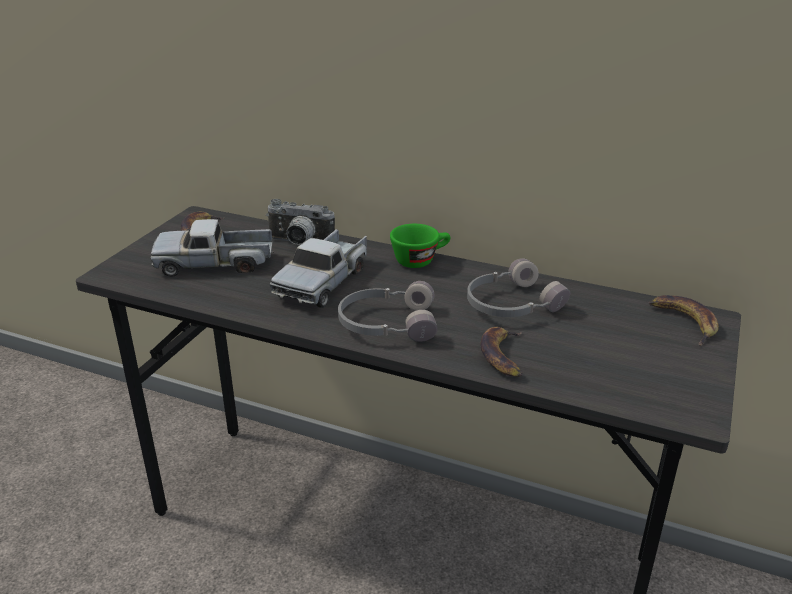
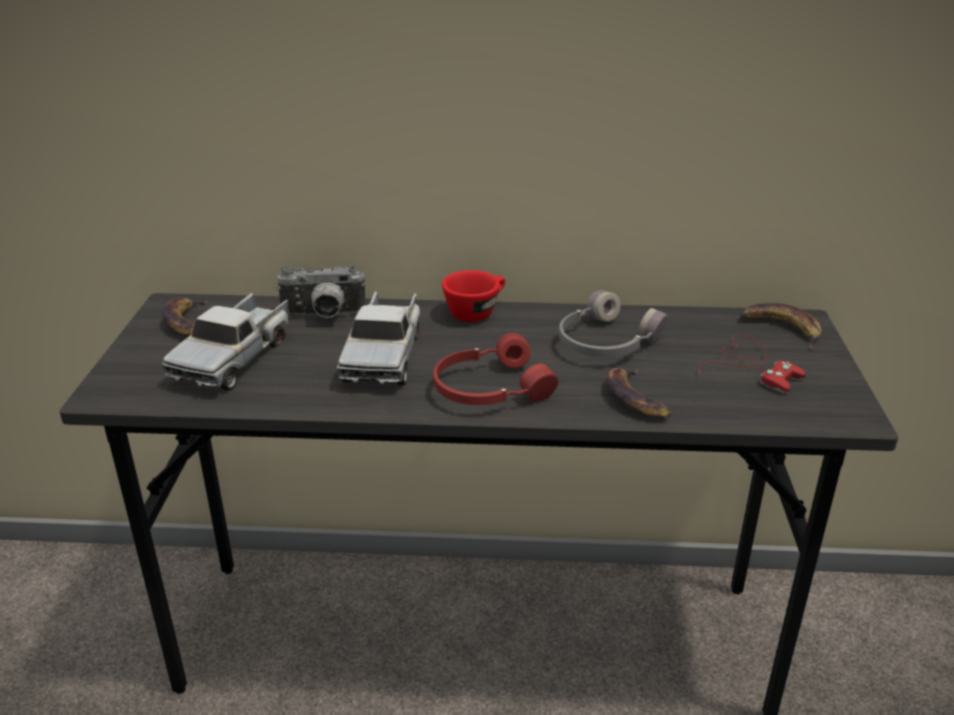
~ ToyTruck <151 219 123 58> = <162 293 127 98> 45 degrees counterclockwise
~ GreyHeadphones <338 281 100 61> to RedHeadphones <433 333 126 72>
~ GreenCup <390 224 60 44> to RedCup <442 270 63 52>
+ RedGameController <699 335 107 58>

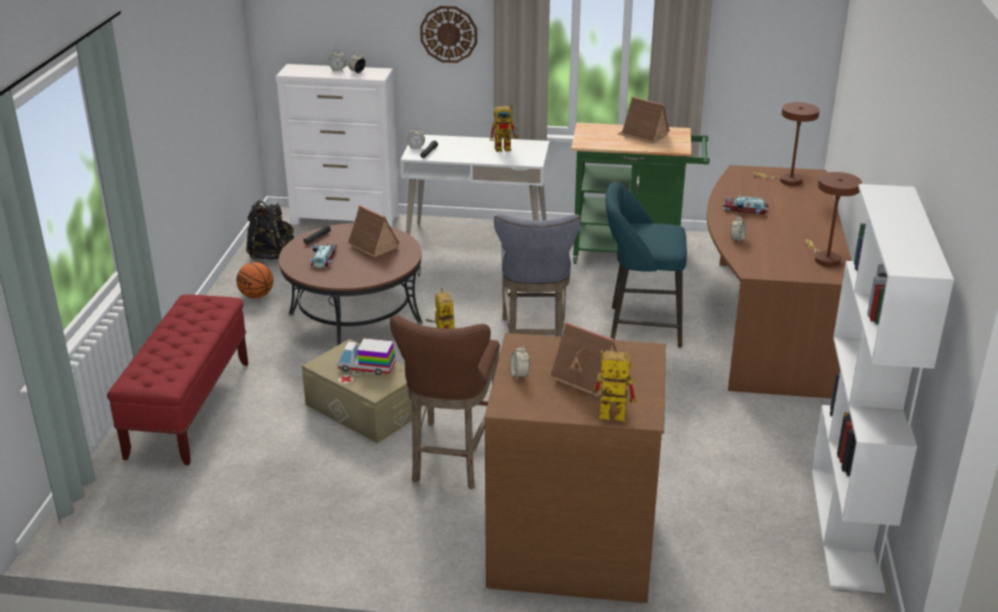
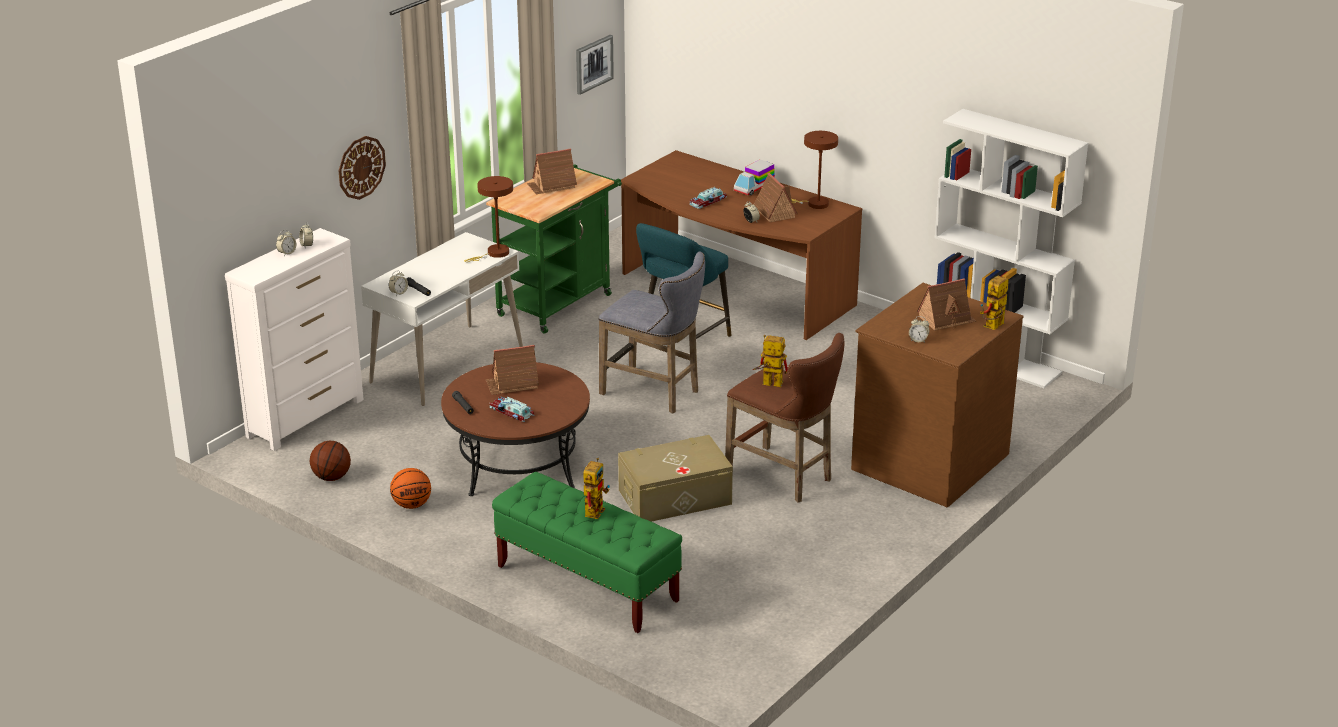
~ BlackBackpack <246 200 48 60> to Basketball <310 441 41 40>
~ BrownTableLamp <753 102 67 84> to <464 176 49 86>
~ RedBench <107 294 141 171> to GreenBench <492 472 190 161>
+ Picture <576 35 38 60>
~ ToyRobot <490 105 28 47> to <583 458 27 61>
~ ToyTruck <338 338 58 37> to <734 159 41 37>
+ ToyHouse <753 173 45 49>

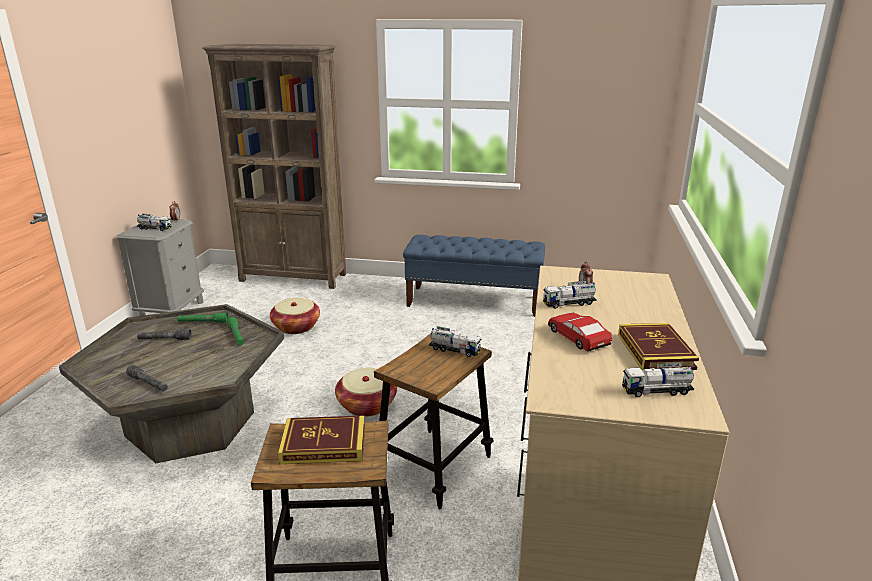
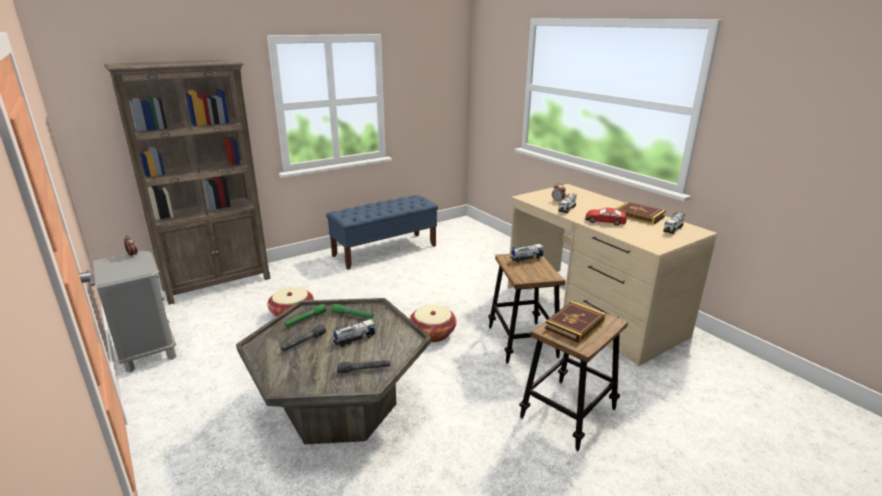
~ ToyTruck <137 214 35 17> to <333 319 42 28>

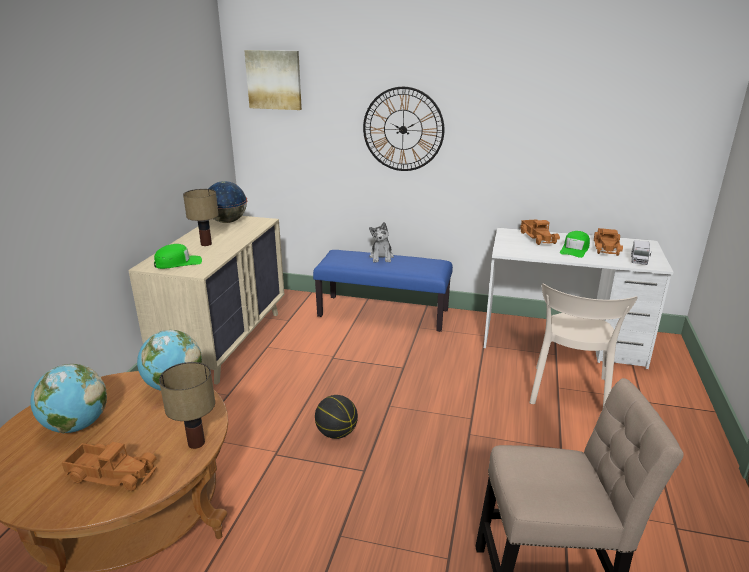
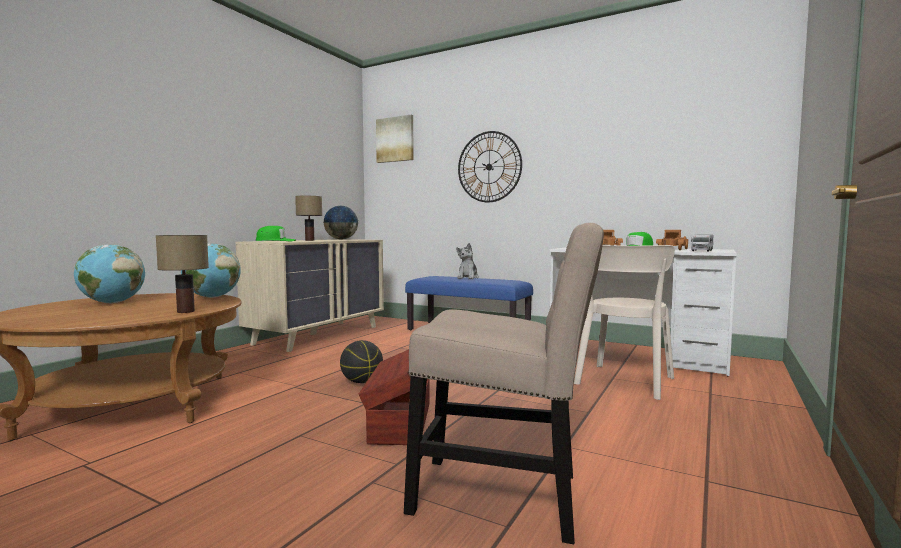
+ BrownStorageBox <359 349 71 96>
- ToyTruck <62 442 95 49>

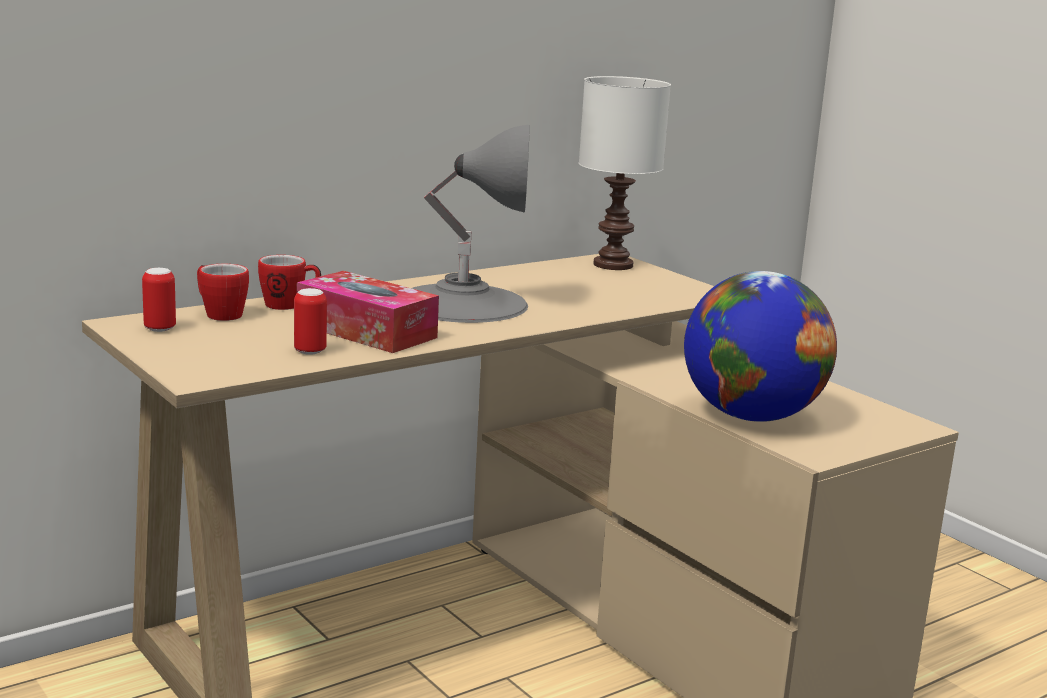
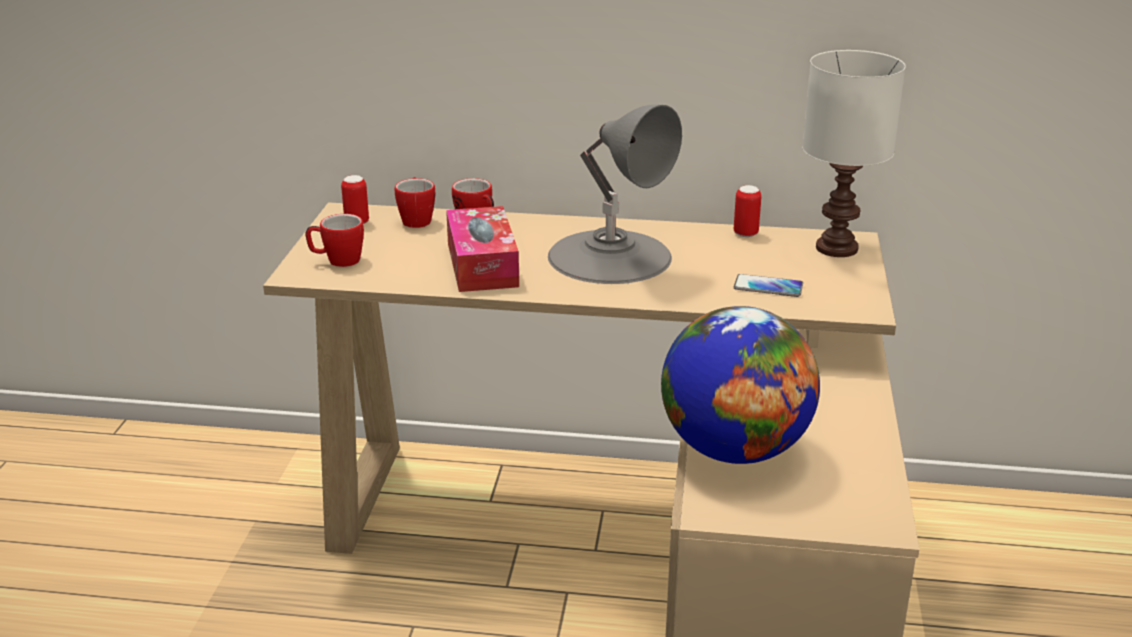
+ Mug <305 214 59 53>
~ Can <294 288 33 67> to <734 185 28 52>
+ Phone <734 274 69 23>

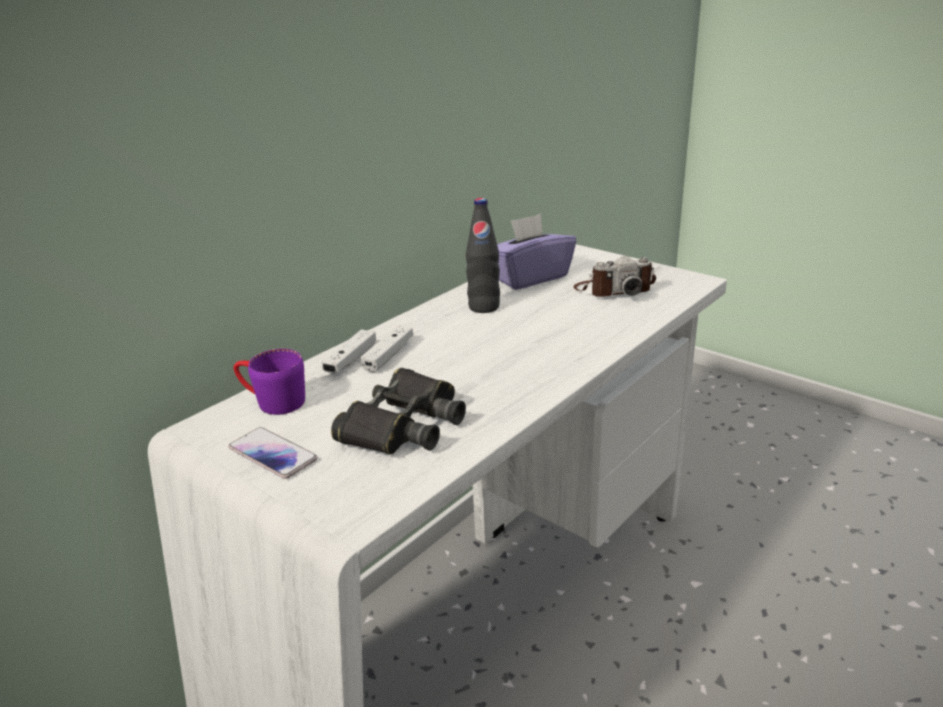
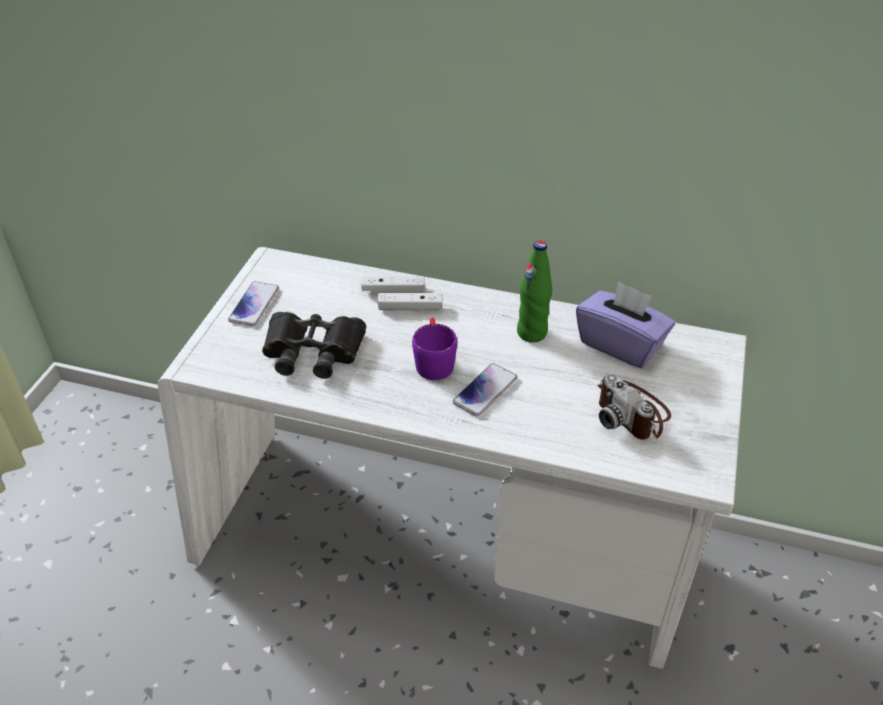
~ PurpleMug <234 349 71 66> to <412 318 45 62>
+ Phone <452 363 66 54>
~ BlackBottle <466 198 34 115> to GreenBottle <517 241 35 102>

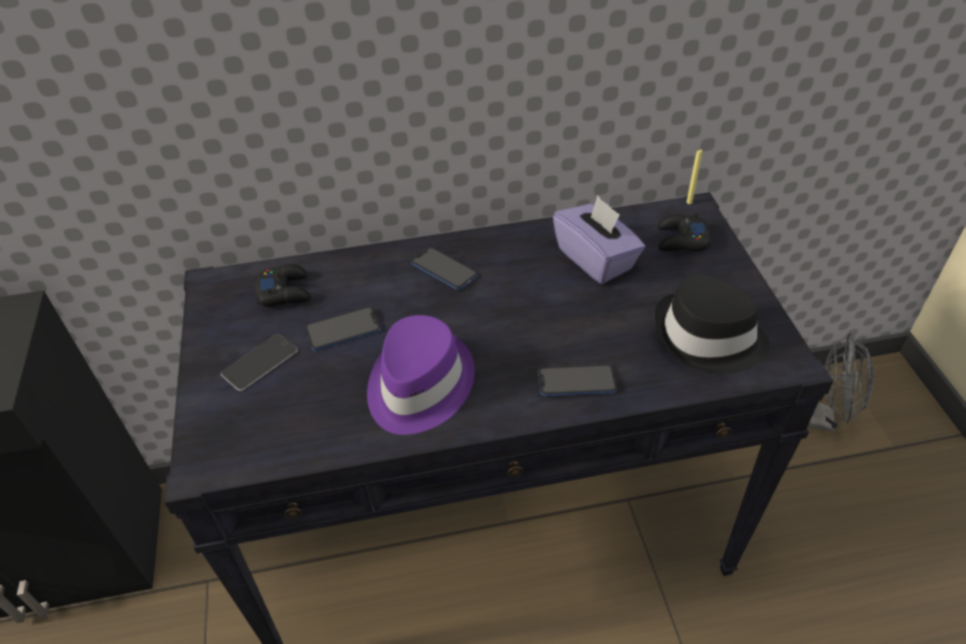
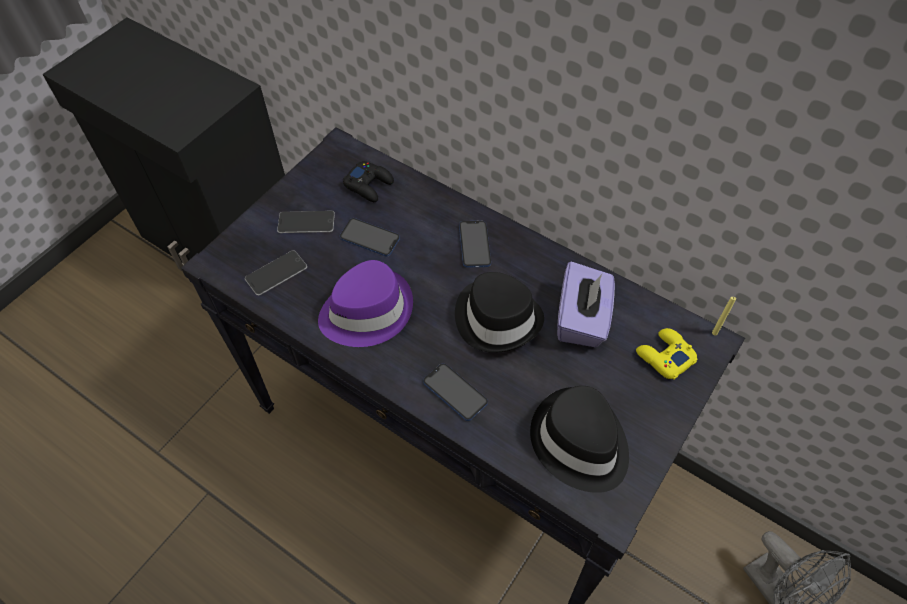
+ Phone <245 250 62 46>
+ BlackHat <455 272 89 81>
~ BlackGameController <657 213 54 38> to YellowGameController <636 328 62 52>

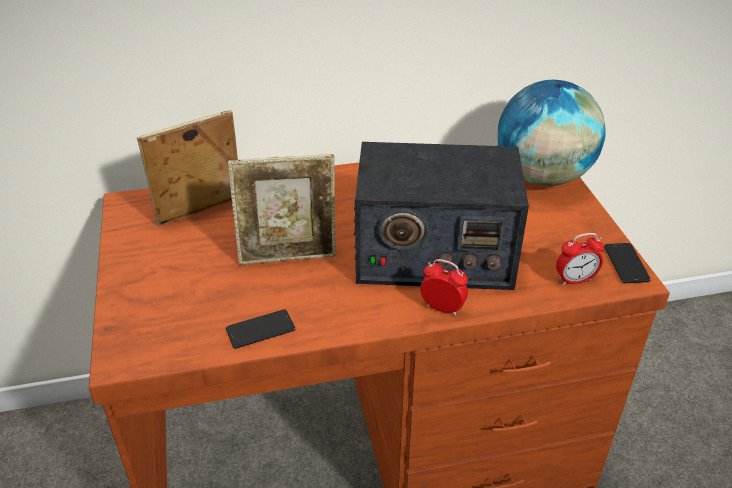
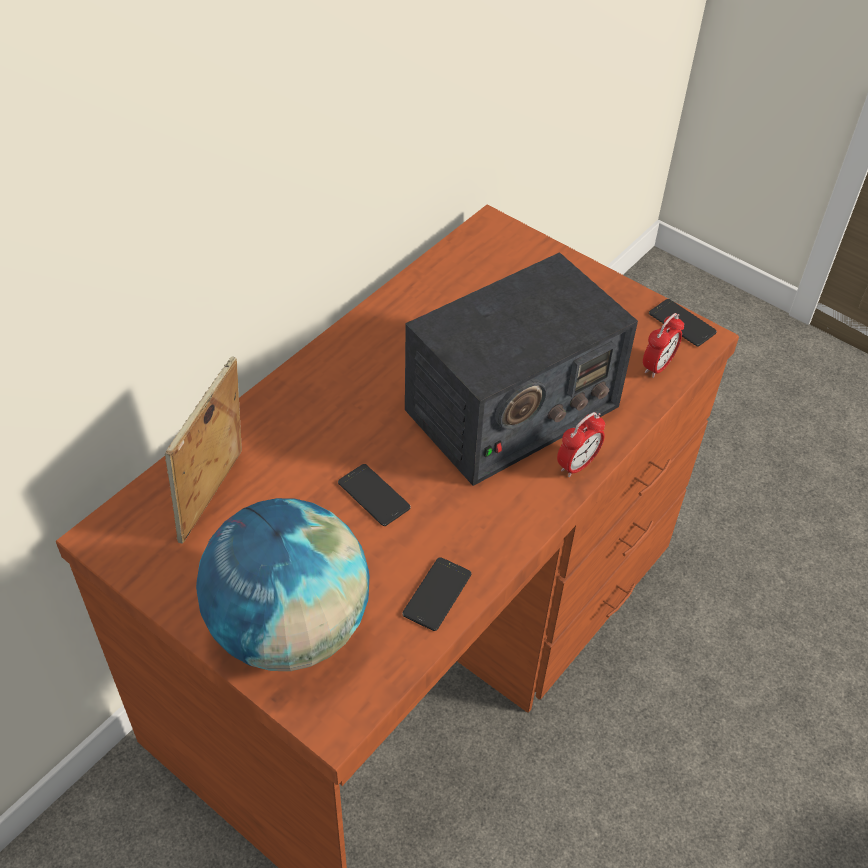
~ Globe <498 80 108 106> to <196 498 173 173>
~ PictureFrame <228 154 108 111> to Phone <338 464 73 62>
~ AlarmClock <421 259 47 57> = <557 412 48 65> 150 degrees clockwise

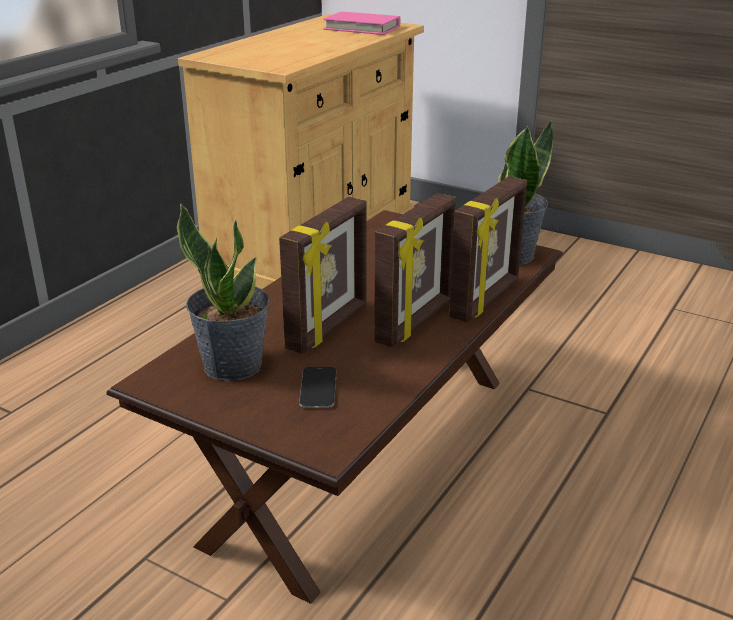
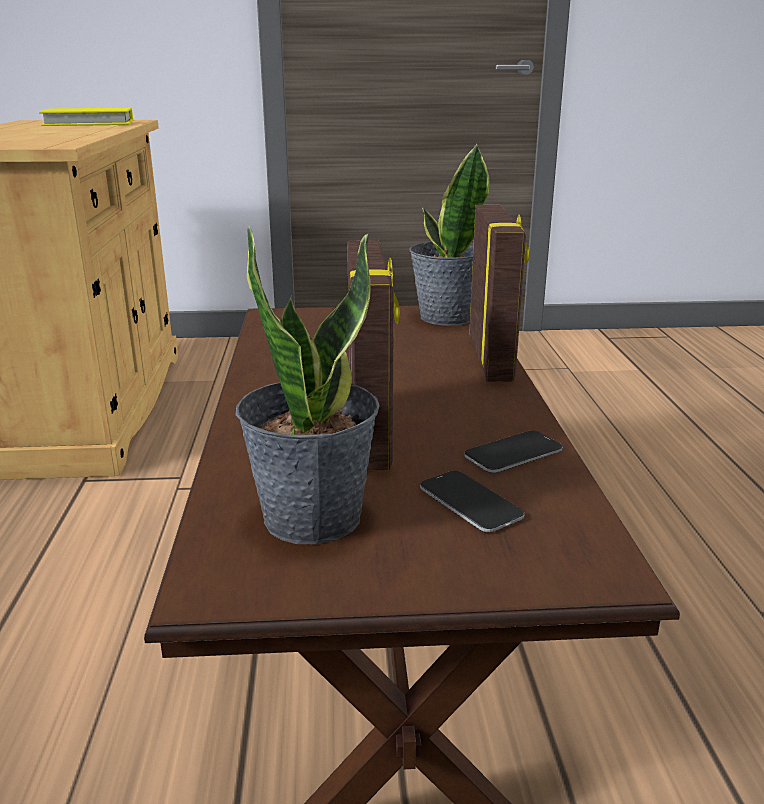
~ PinkBook <323 11 78 24> to YellowBook <39 108 94 18>
+ Phone <464 431 99 42>
- PictureFrame <374 193 82 155>

